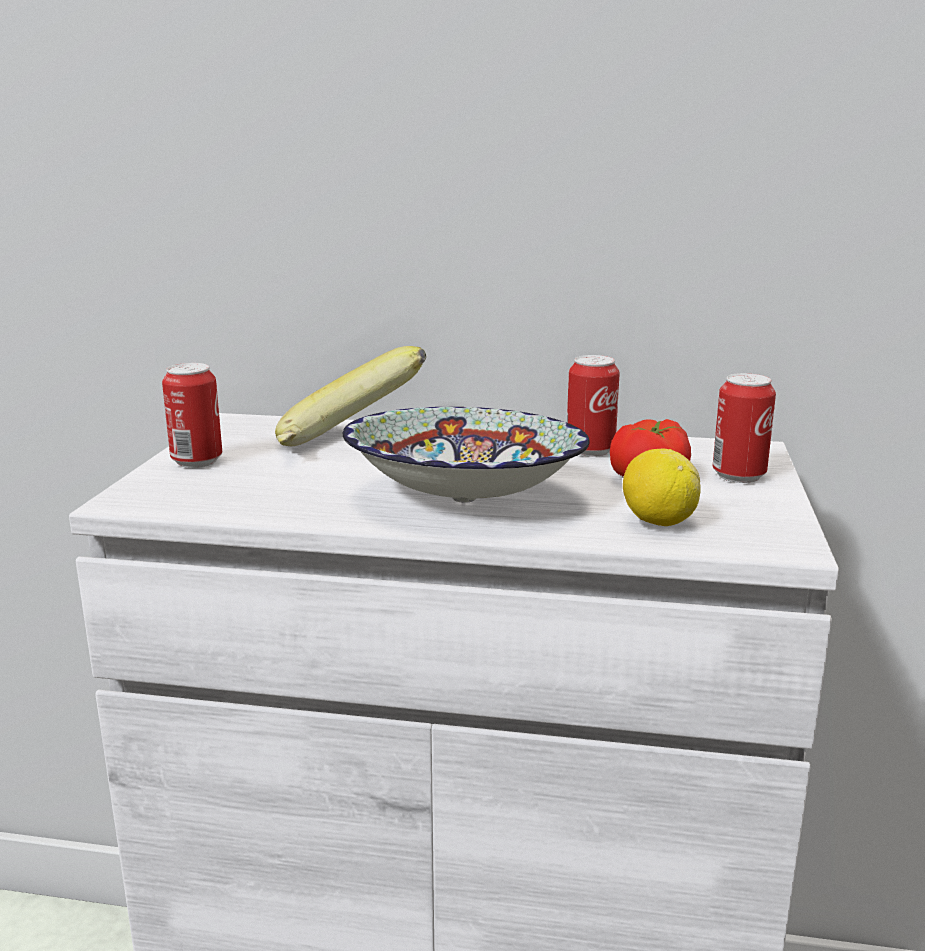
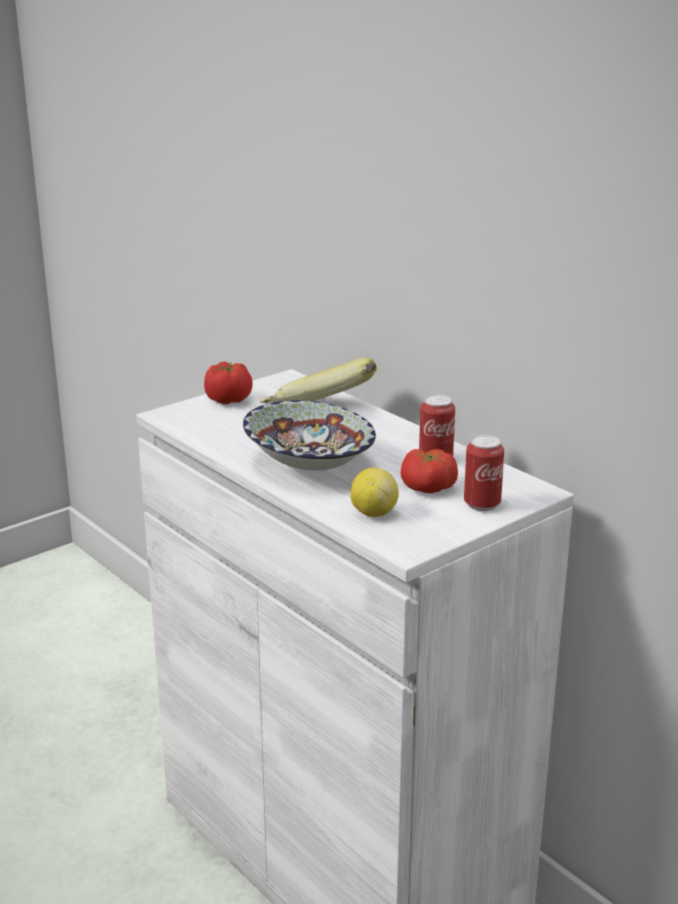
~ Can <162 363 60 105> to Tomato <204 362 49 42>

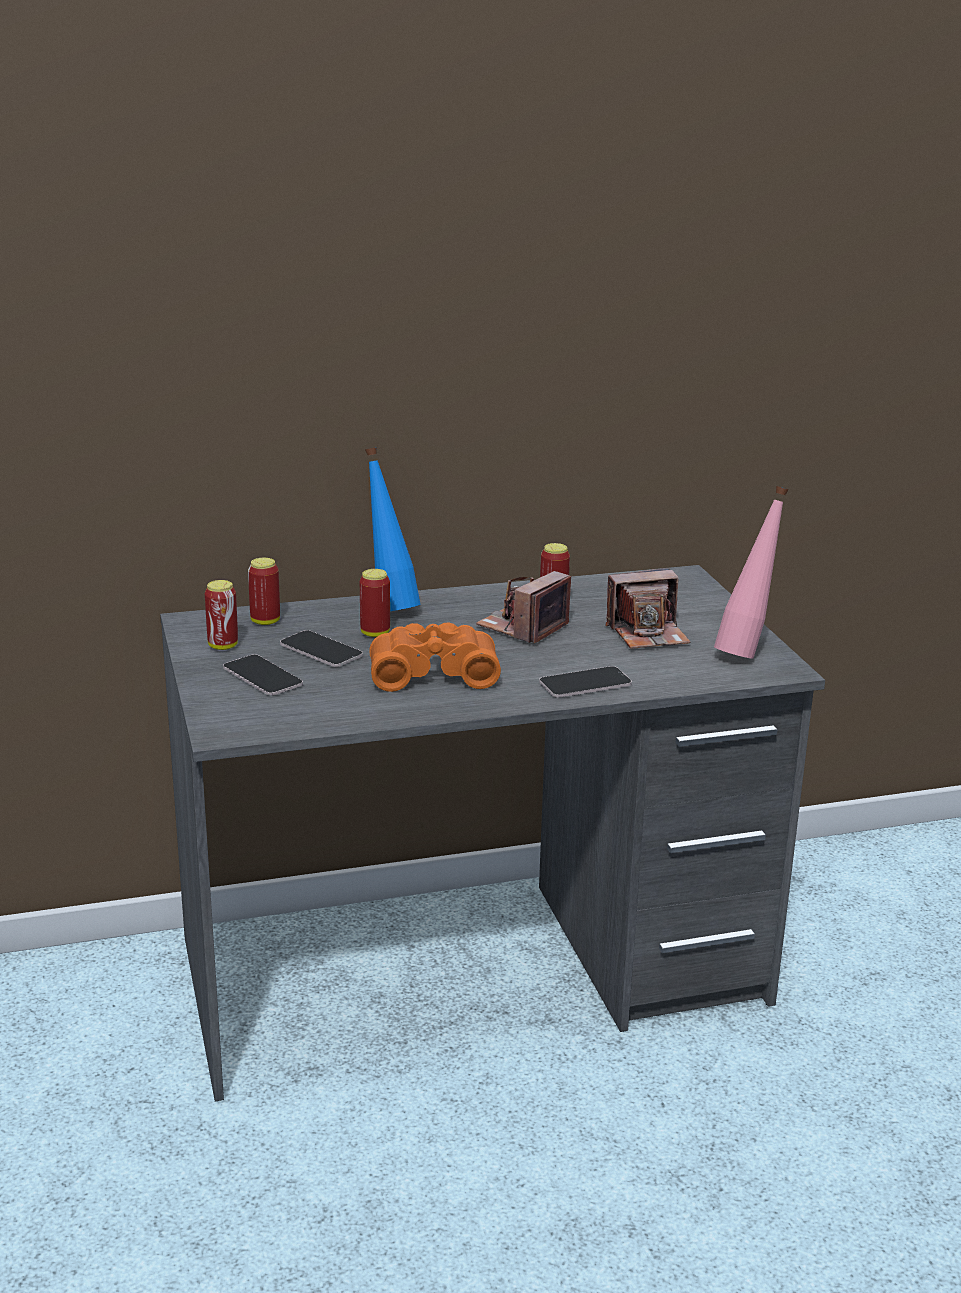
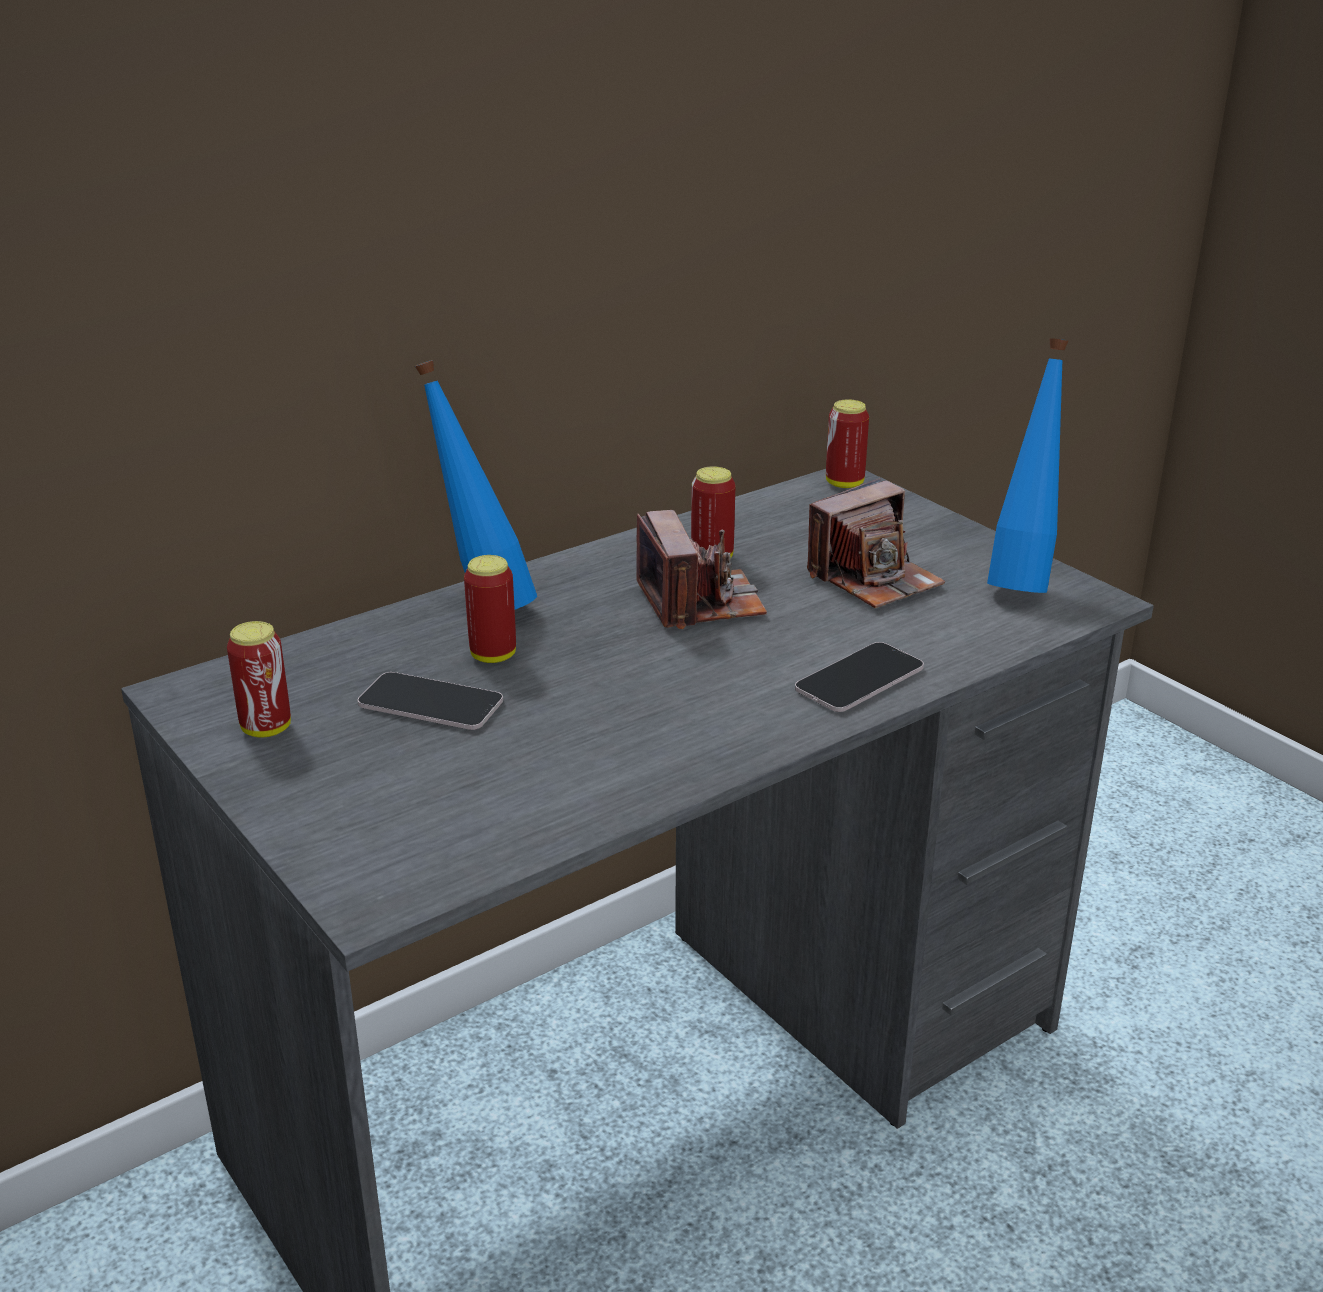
~ PhotoCamera <476 571 95 72> = <636 510 131 119> 150 degrees clockwise
~ Can <248 558 32 67> to <826 399 43 89>
~ PinkBottle <714 486 75 172> to BlueBottle <987 338 81 255>
- Phone <223 654 80 42>
- OrangeBinoculars <369 622 132 70>

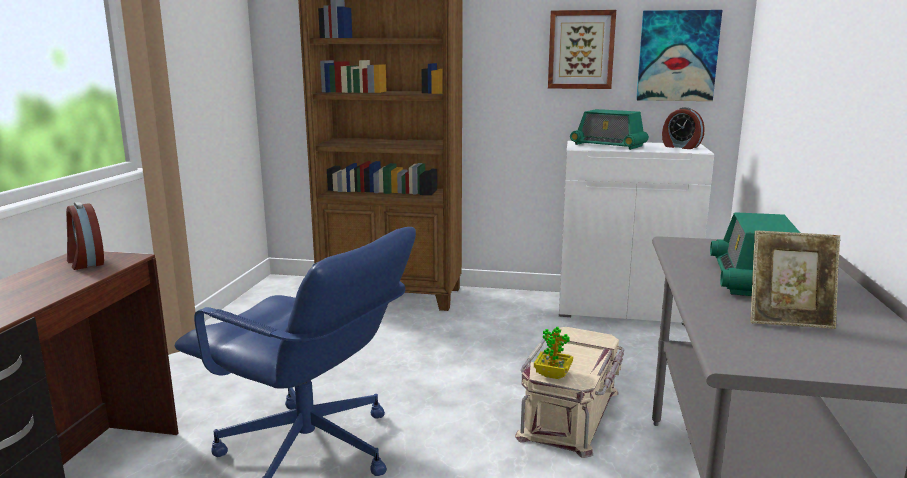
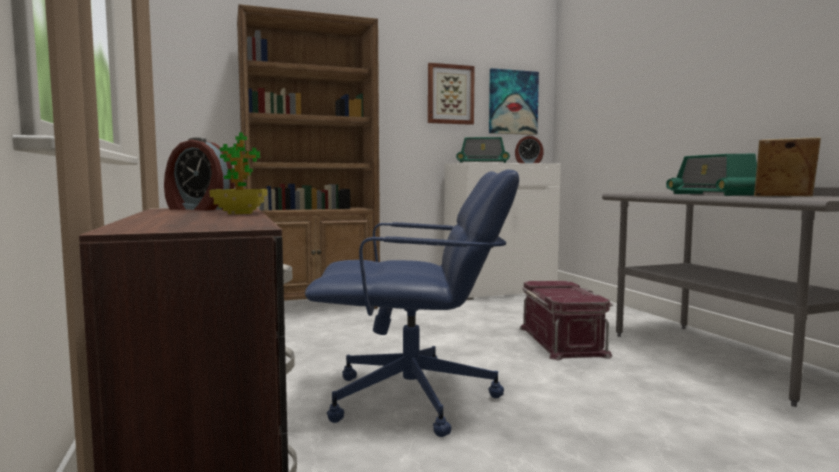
~ PottedPlant <534 327 39 52> to <209 133 58 81>
~ BeigeStorageBox <515 327 110 131> to RedStorageBox <520 281 93 79>
~ PictureFrame <750 230 90 99> = <754 137 67 59> 135 degrees counterclockwise

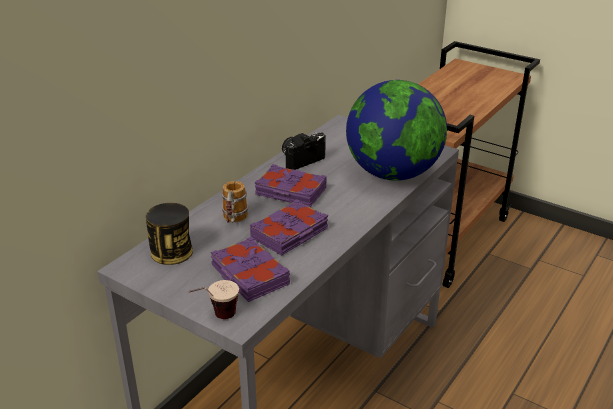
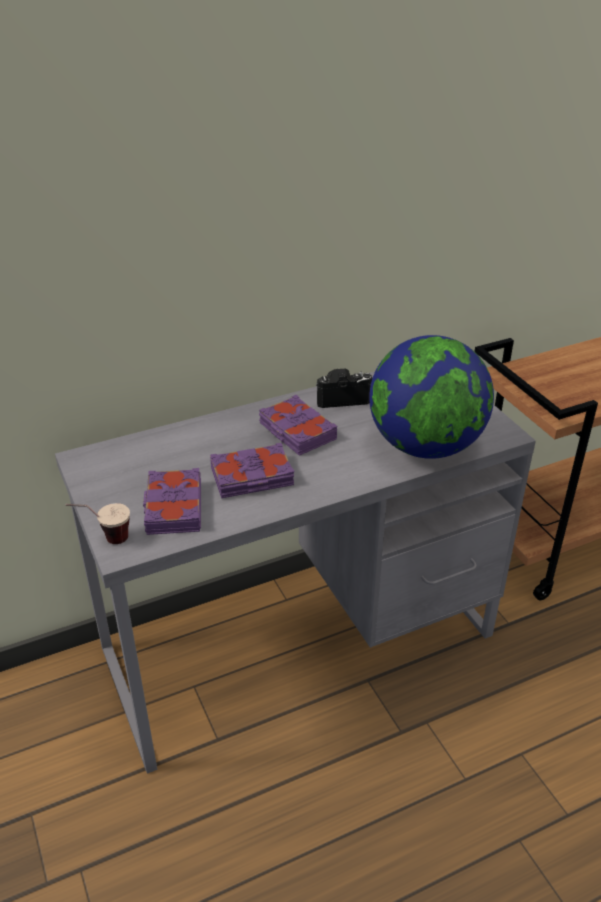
- Can <146 203 47 62>
- Mug <222 181 26 42>

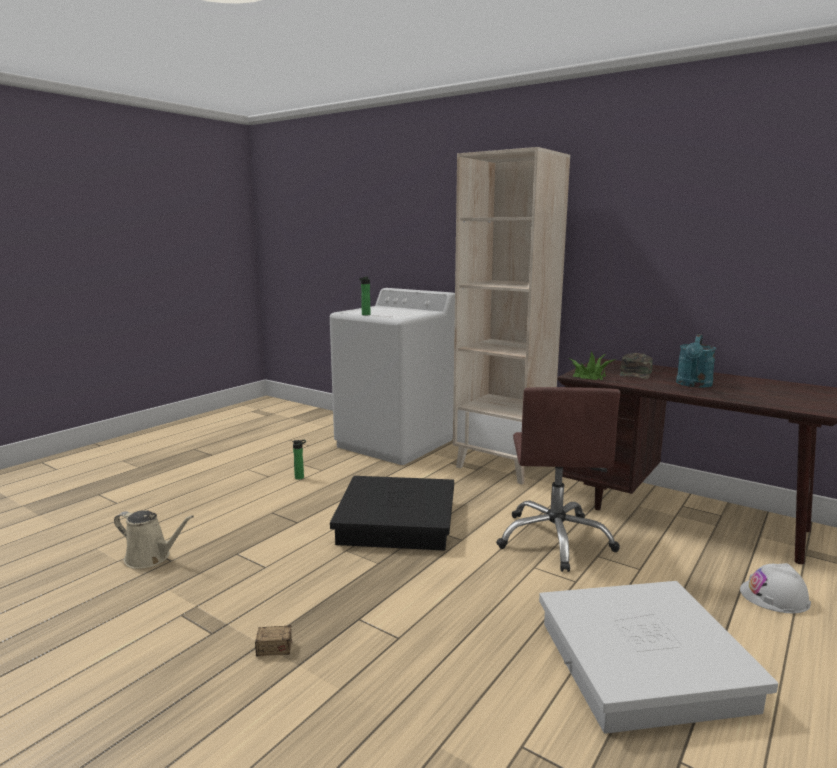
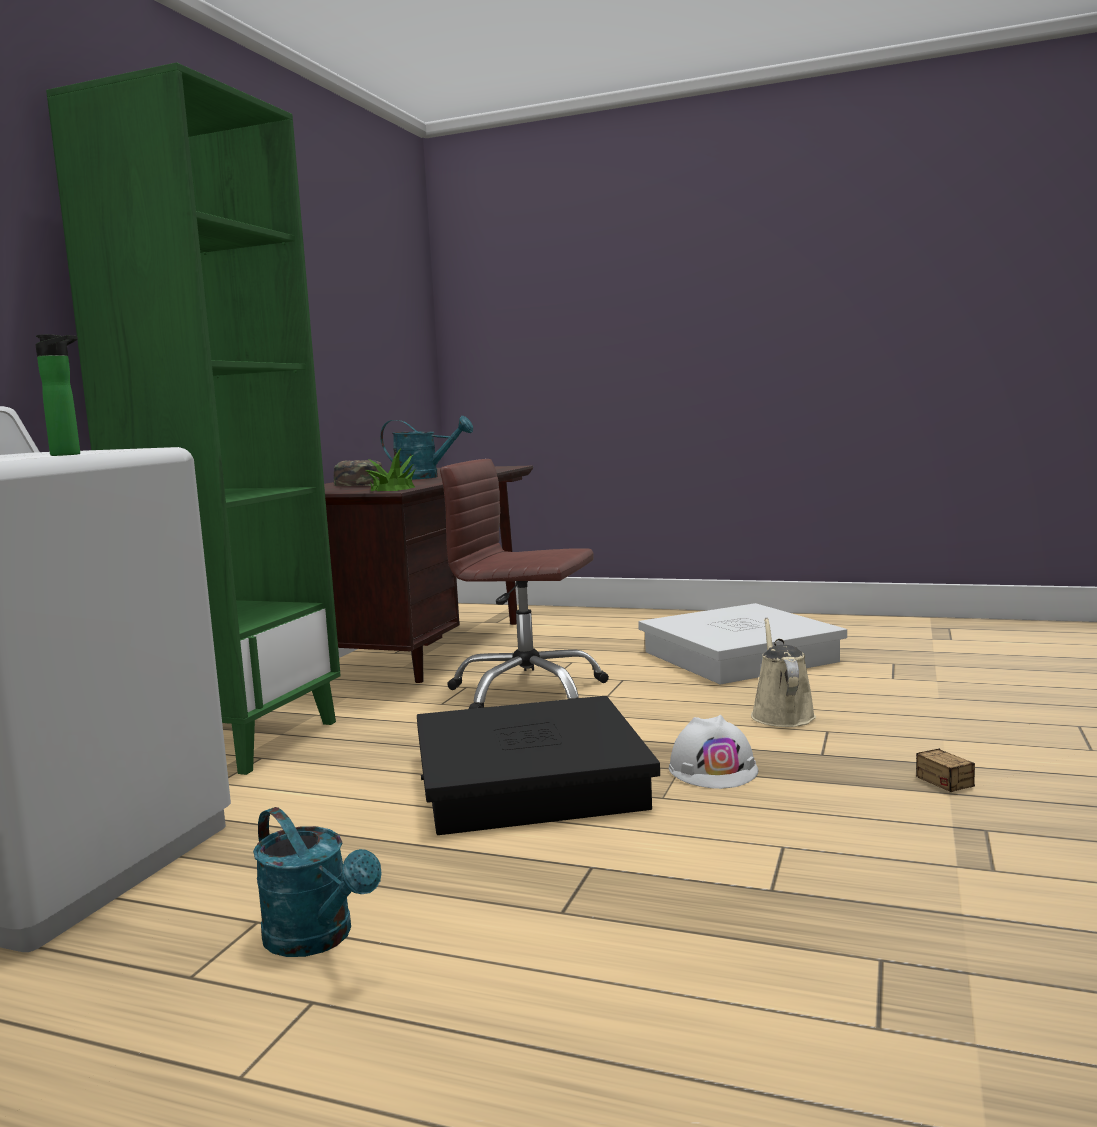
~ BeigeBookcase <453 147 117 338> to GreenBookcase <46 62 295 713>
~ Bottle <293 439 13 41> to TurquoiseWateringCan <253 807 129 150>
~ BrownOfficeChair <496 387 124 185> = <440 459 169 250> 150 degrees counterclockwise
~ WhiteHardHat <740 563 71 50> to <669 715 89 74>
~ BeigeWateringCan <114 510 80 59> to <751 618 65 109>

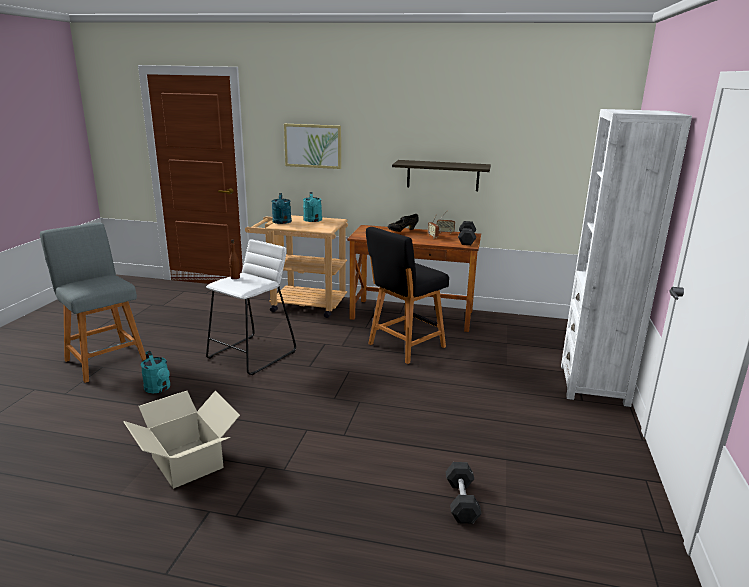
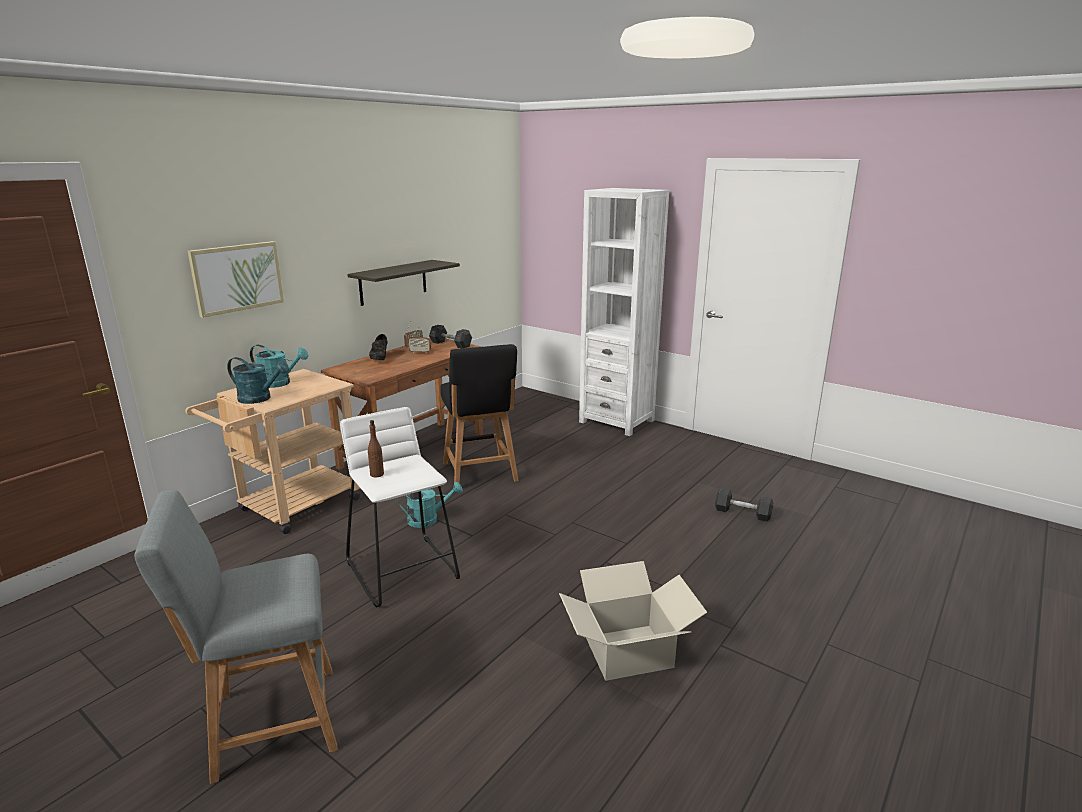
~ TurquoiseWateringCan <140 351 30 42> to <398 482 65 46>

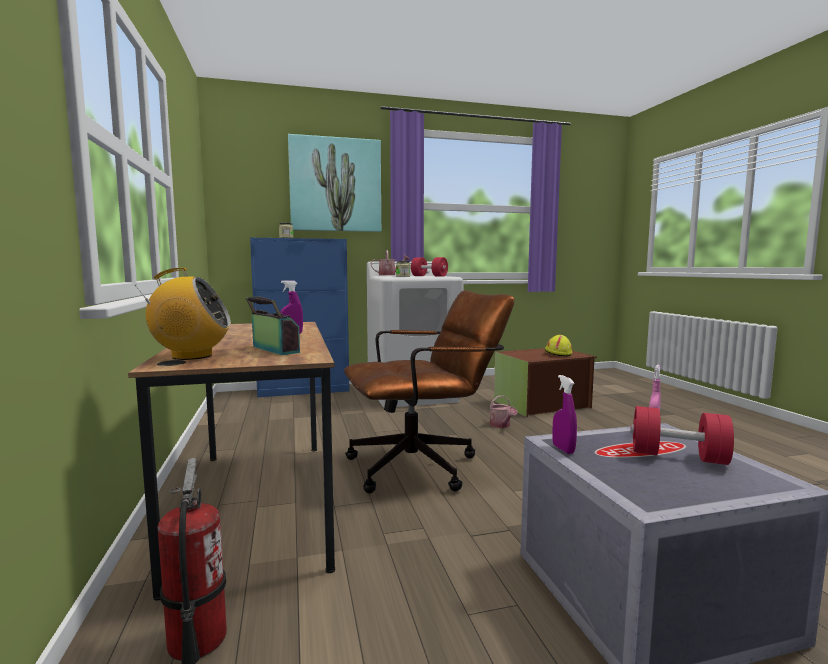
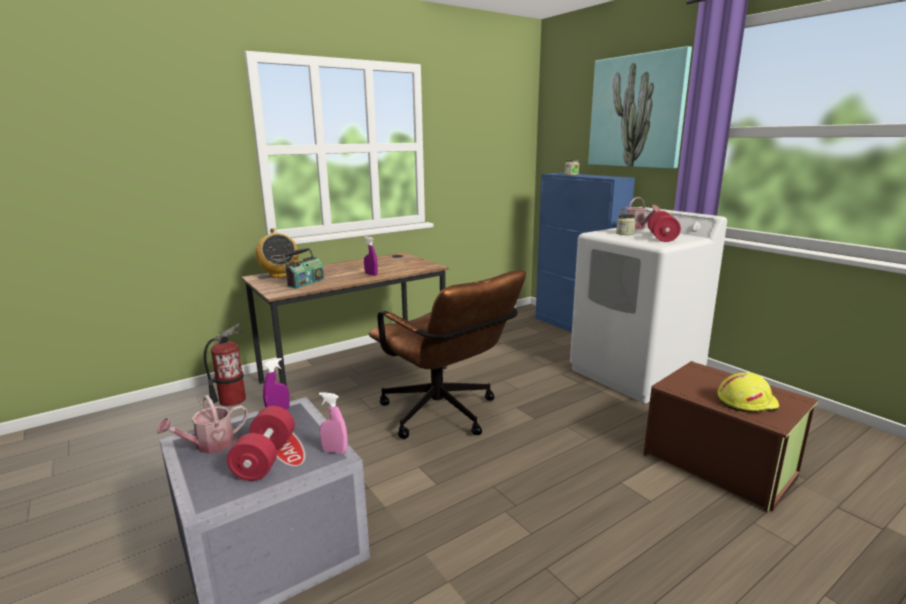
~ WateringCan <489 395 28 33> to <157 395 91 59>

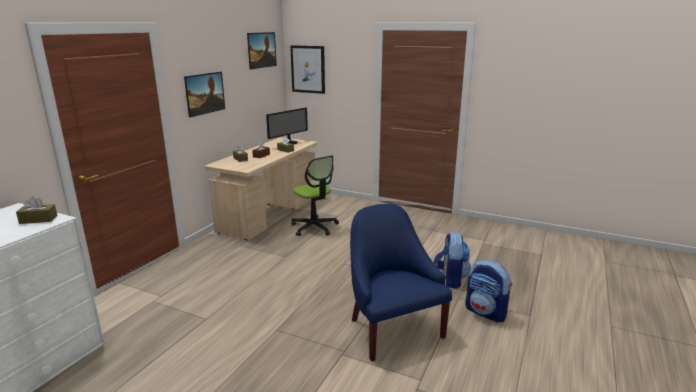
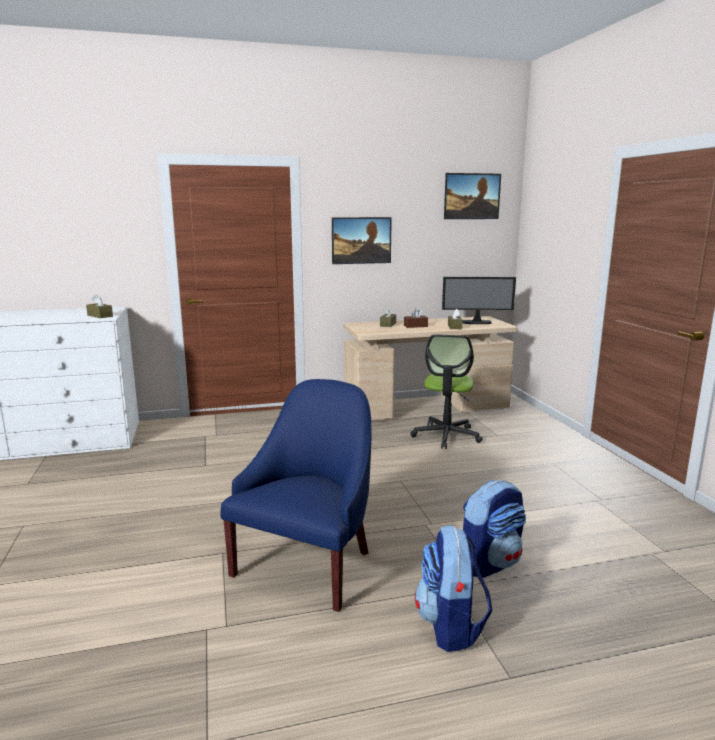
- Picture <290 45 35 49>

